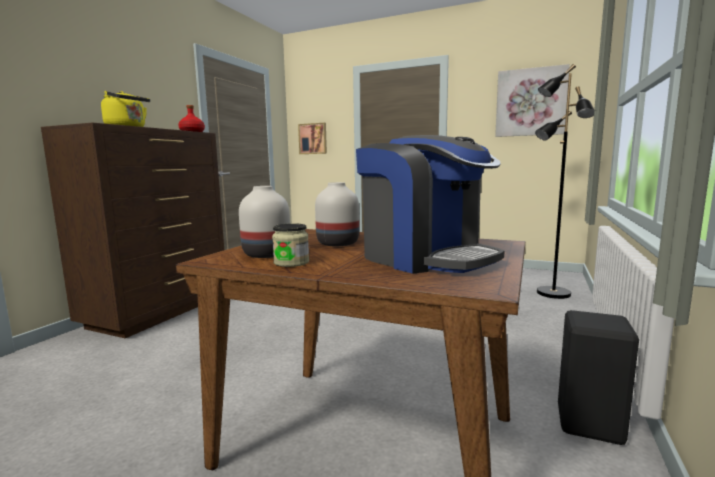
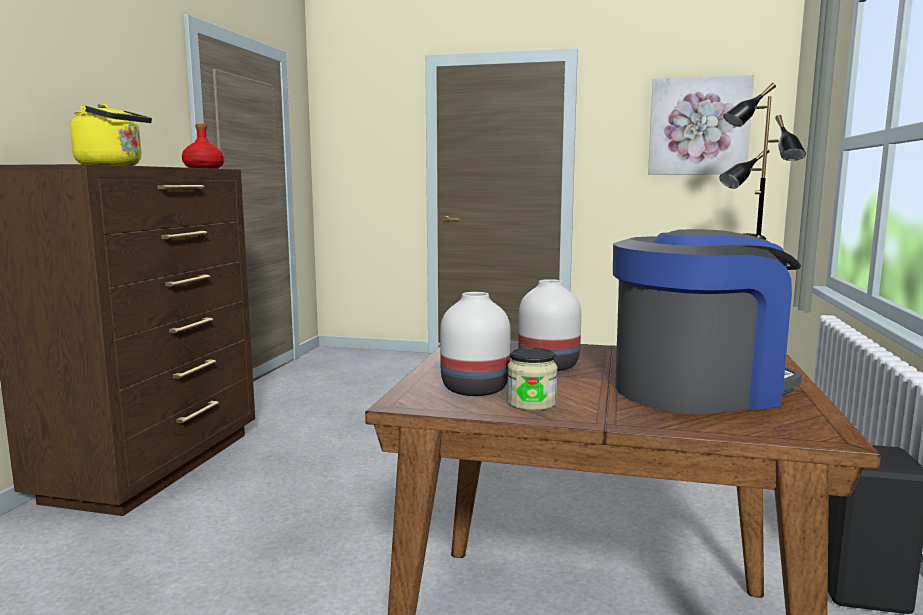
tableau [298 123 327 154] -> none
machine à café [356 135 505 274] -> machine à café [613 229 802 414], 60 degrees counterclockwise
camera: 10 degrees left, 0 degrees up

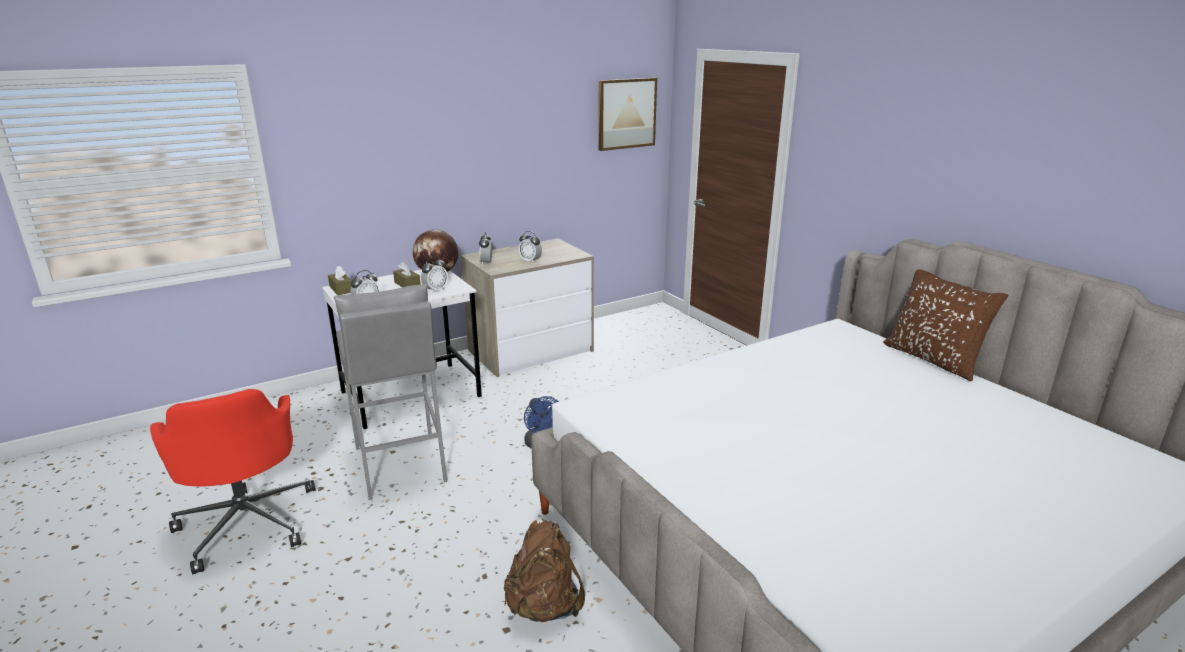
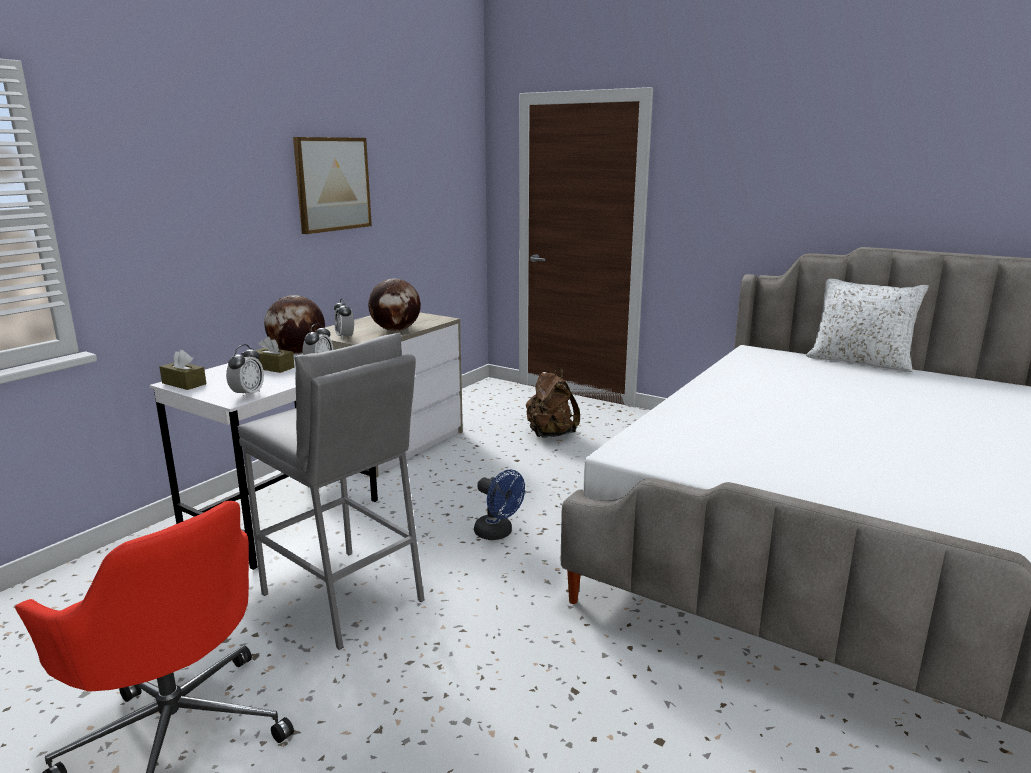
sac à dos [marron] [504 519 585 622] -> sac à dos [marron] [526 368 580 438], shifted
réveil [519 231 542 264] -> globe [368 279 421 331]
tableau [598 78 657 151] -> tableau [293 137 372 234], shifted
coussin [marron] [883 269 1008 381] -> coussin [blanc] [806 279 929 372]
camera: 25 degrees left, 5 degrees down

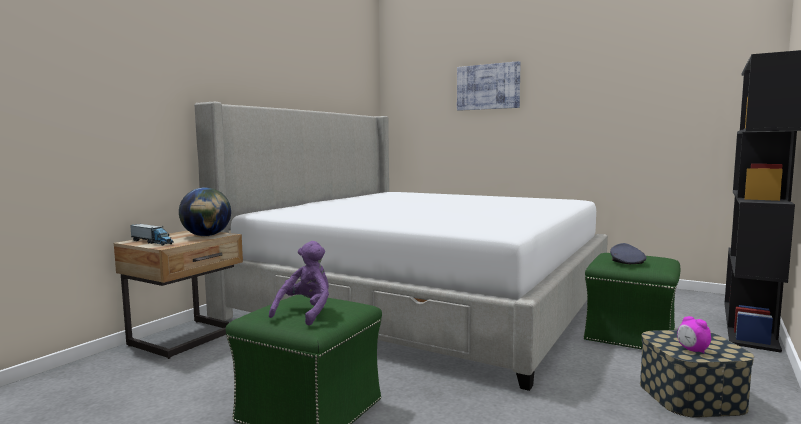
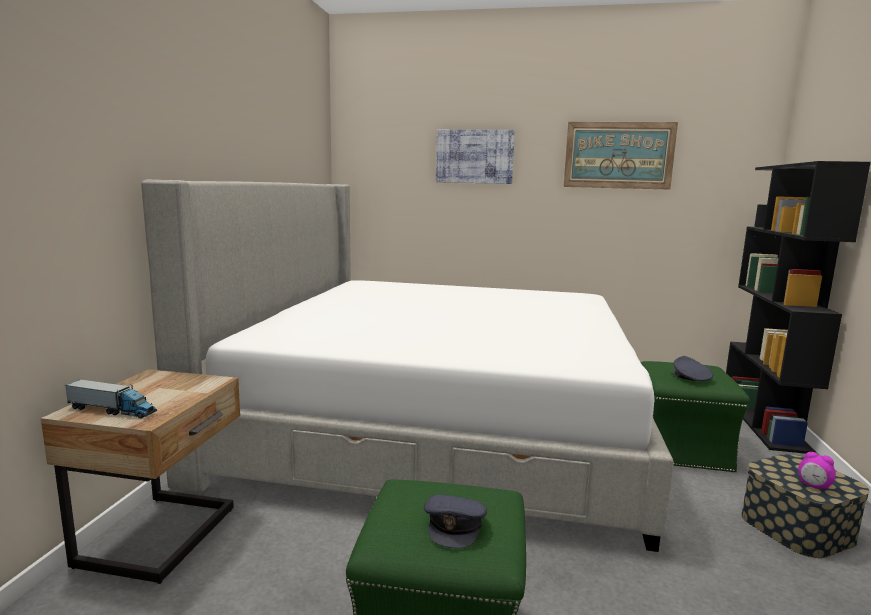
globe [179 187 231 236] -> none
peluche [violet] [269 241 329 325] -> casquette [gris] [424 494 487 549]
none -> tableau [563 122 678 190]
camera: 20 degrees left, 5 degrees up

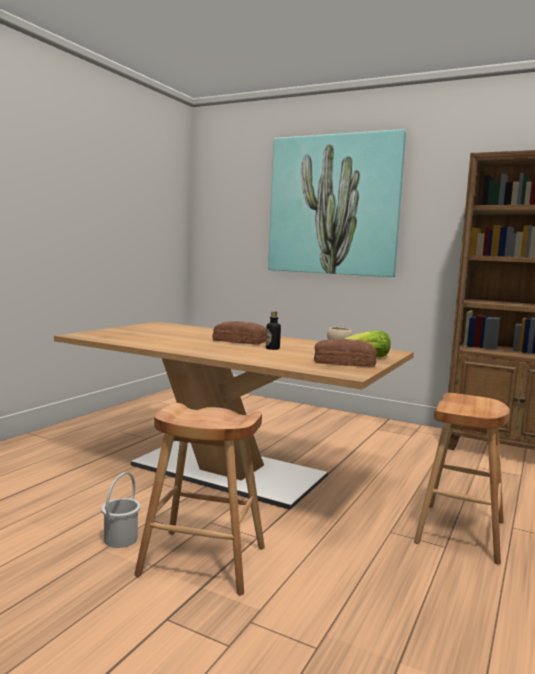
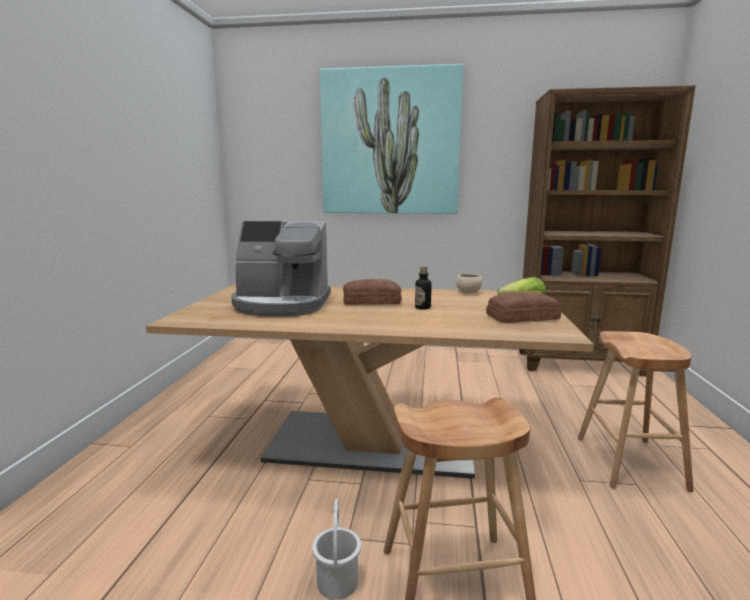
none -> machine à café [231 221 331 317]
camera: 20 degrees left, 5 degrees up

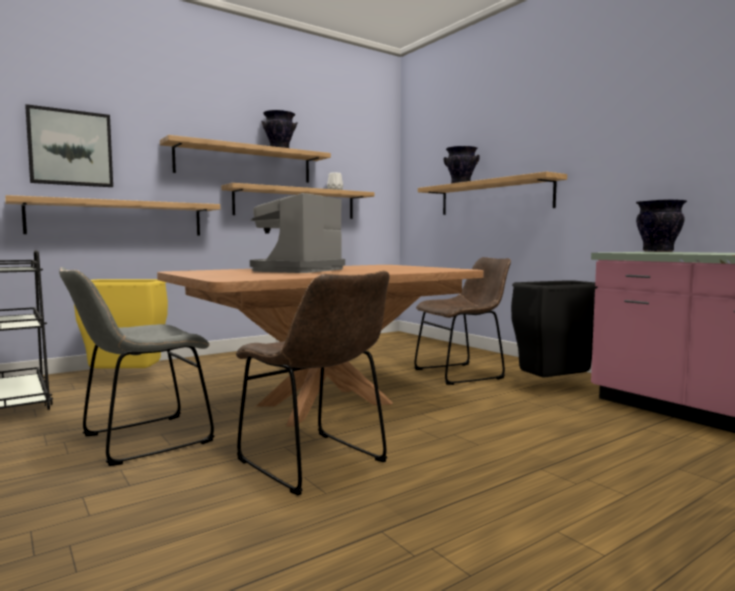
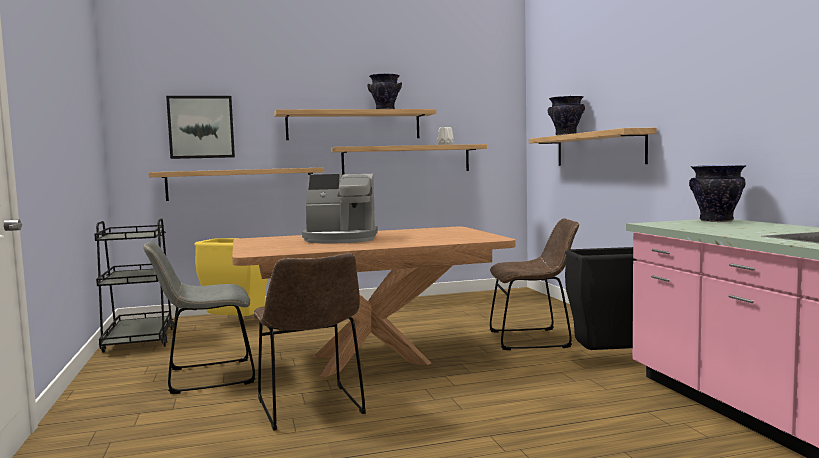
machine à café [250 193 345 273] -> machine à café [302 174 378 243], 135 degrees counterclockwise
camera: 20 degrees right, 0 degrees up

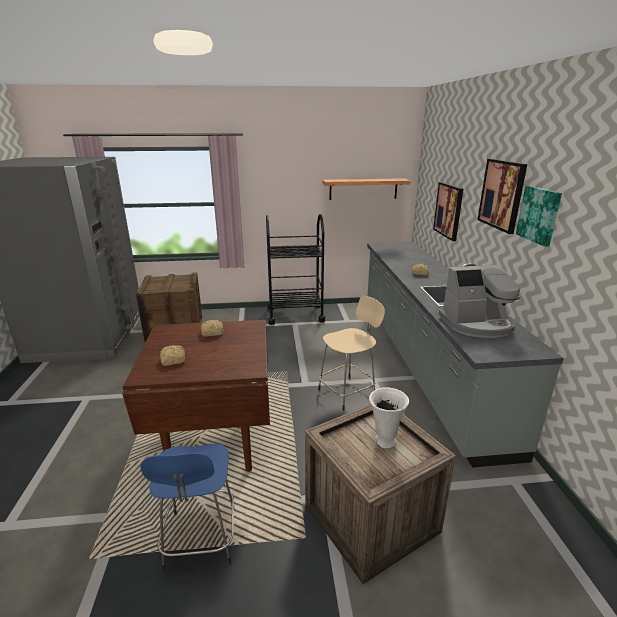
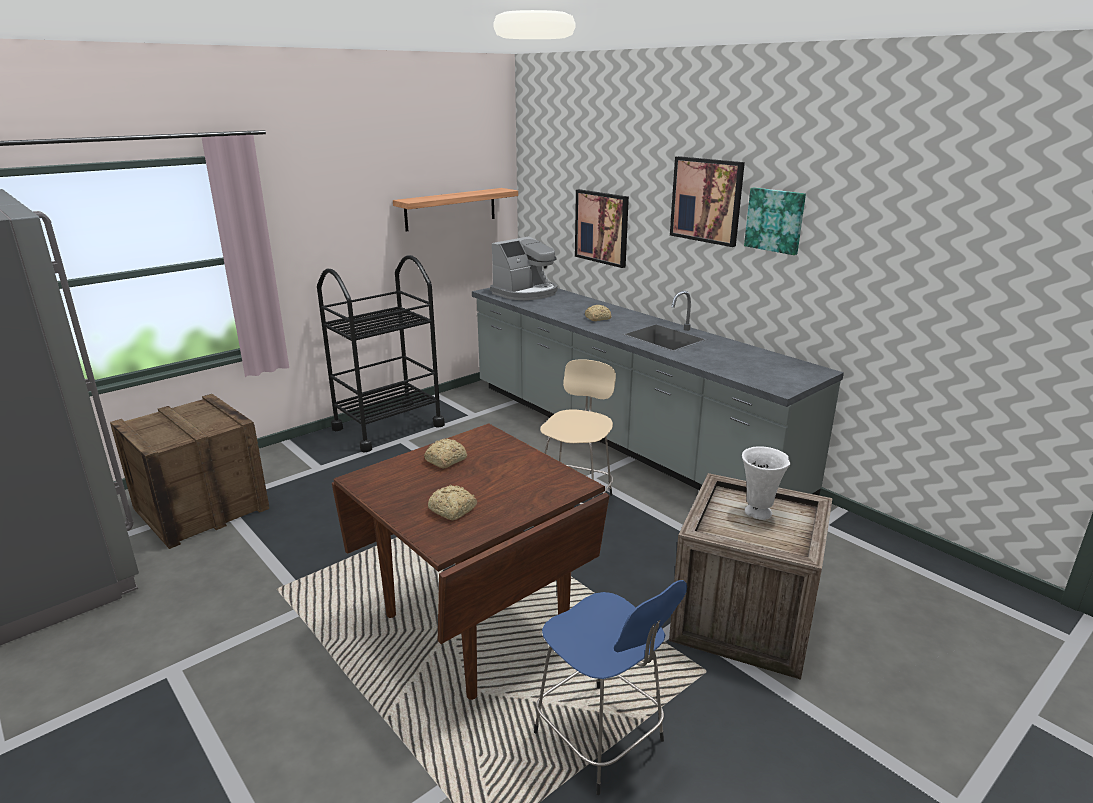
machine à café [439 265 520 338] -> machine à café [490 236 558 300], shifted
camera: 35 degrees left, 0 degrees up

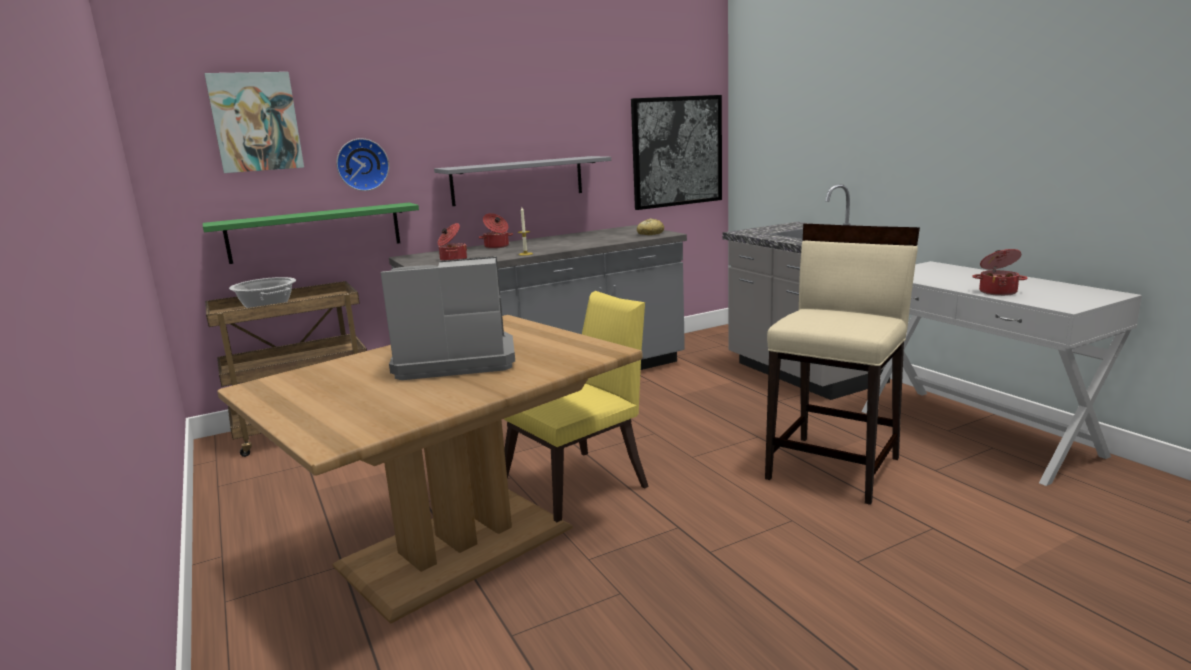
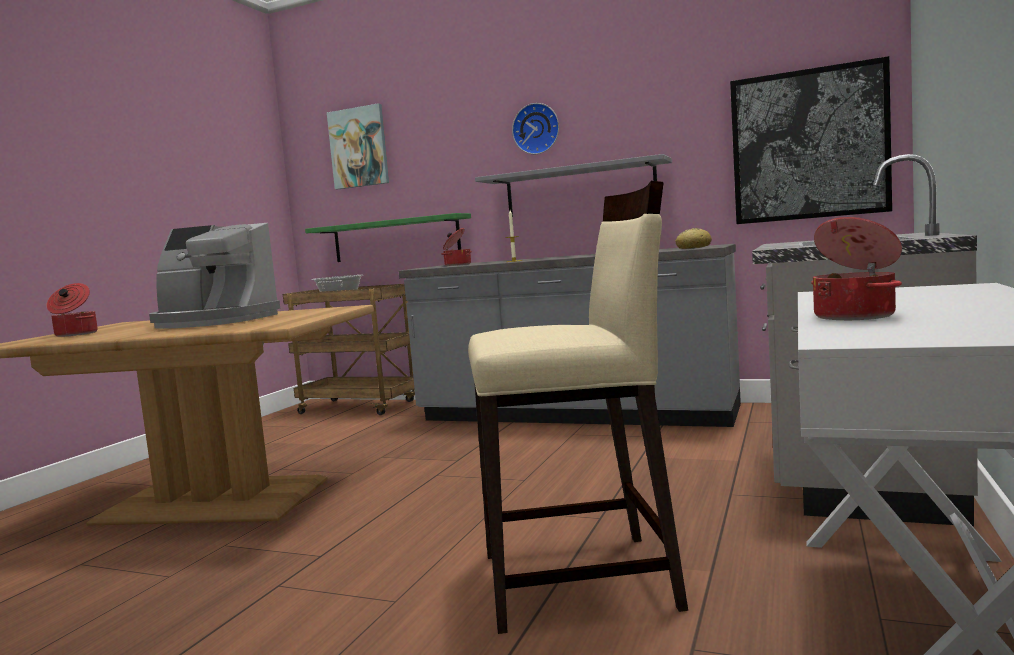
horloge murale [336 138 389 191] -> horloge murale [512 103 559 154], shifted
machine à café [381 256 515 380] -> machine à café [149 223 280 329], 150 degrees clockwise
marmite [479 213 513 249] -> marmite [46 283 98 337], shifted
chaise [jaune] [504 291 649 522] -> none
camera: 50 degrees right, 10 degrees down

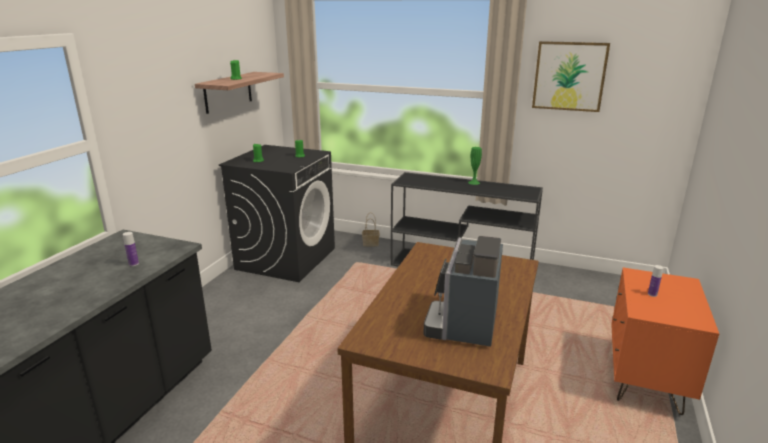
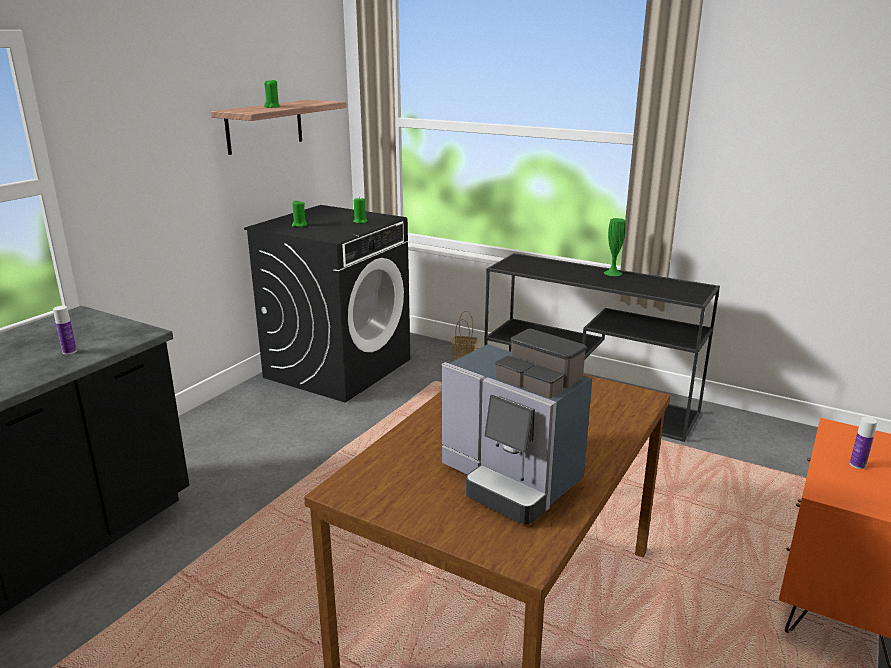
machine à café [424 236 503 347] -> machine à café [442 329 592 524], 75 degrees counterclockwise
tableau [532 41 610 112] -> none
camera: 10 degrees right, 0 degrees up

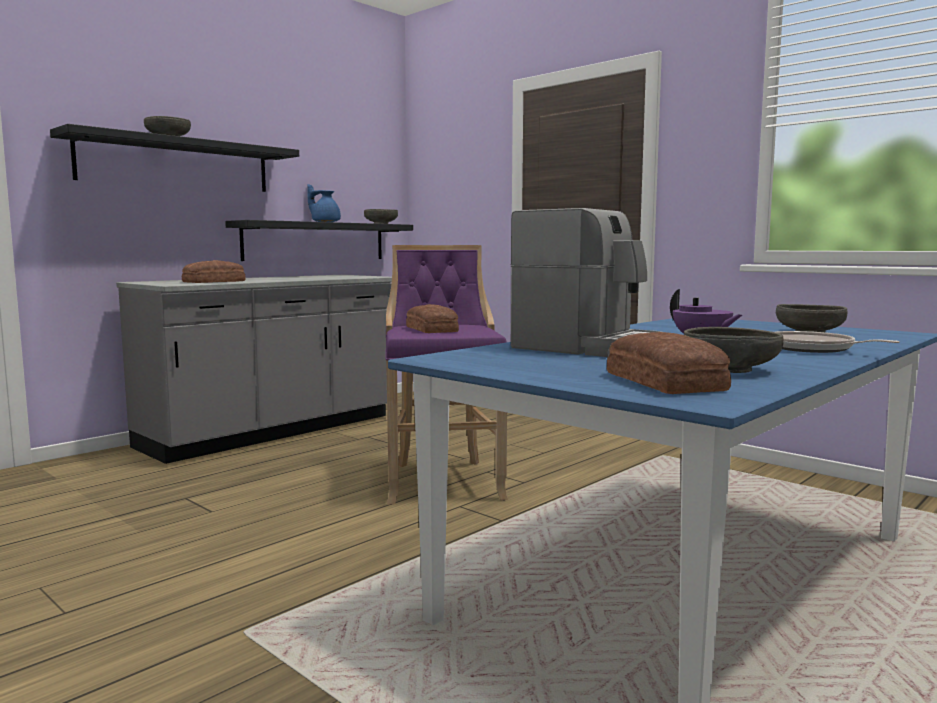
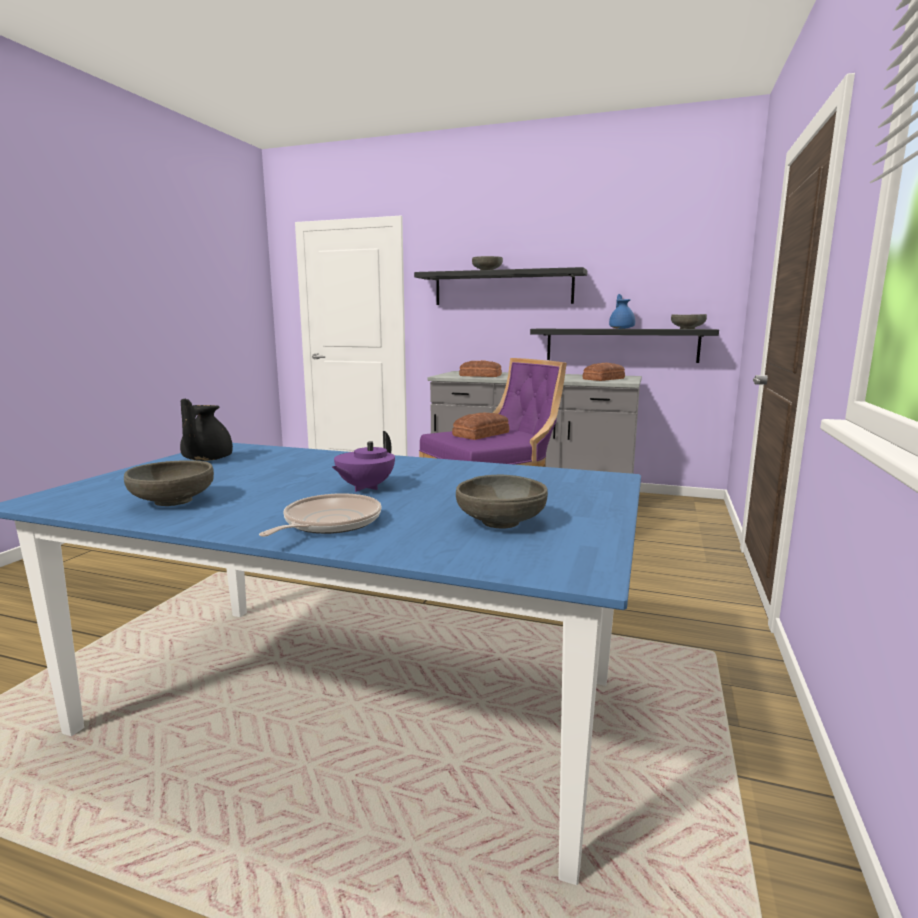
machine à café [510 208 661 357] -> none
pain [607 332 731 394] -> pain [583 363 625 381], shifted
none -> théière [noir] [180 399 233 461]
camera: 65 degrees right, 5 degrees up

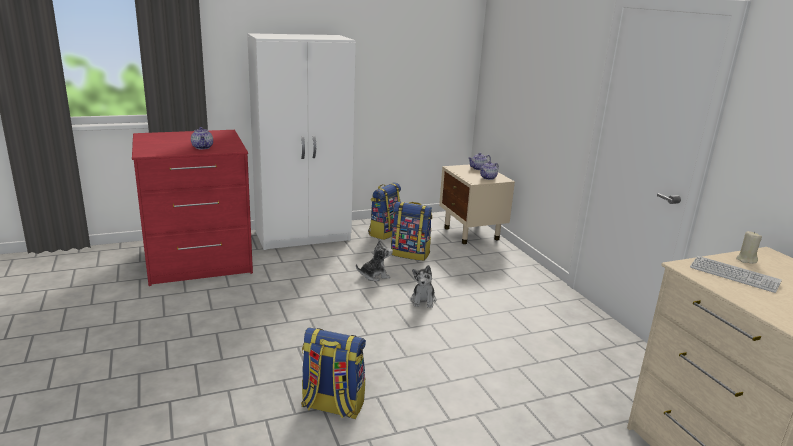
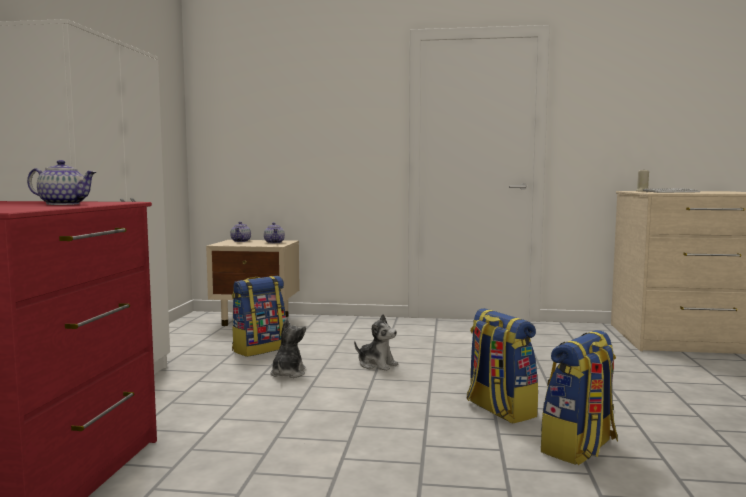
sac à dos [368 182 401 240] -> sac à dos [467 308 538 423], shifted
camera: 60 degrees left, 15 degrees down

